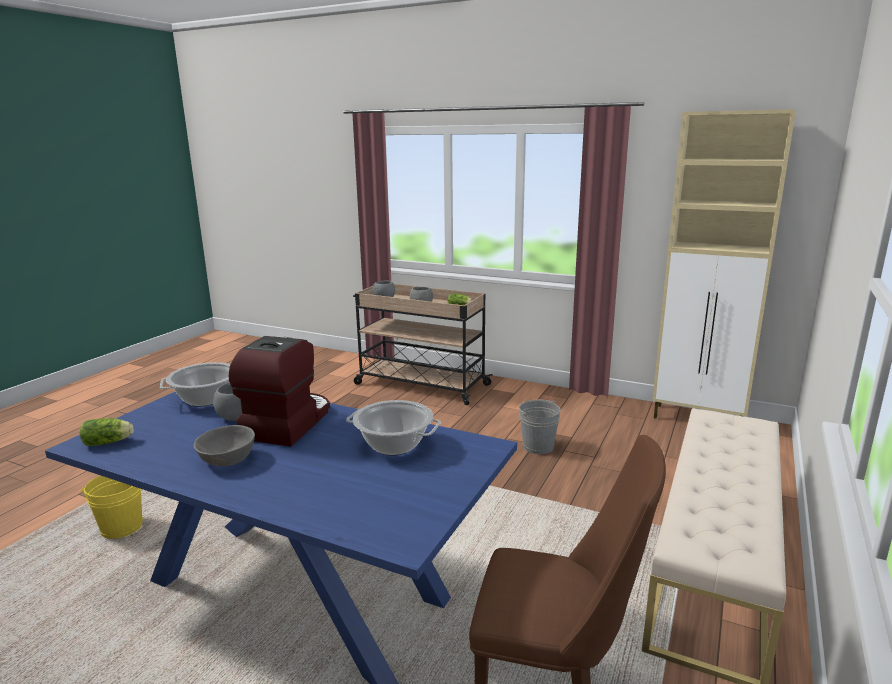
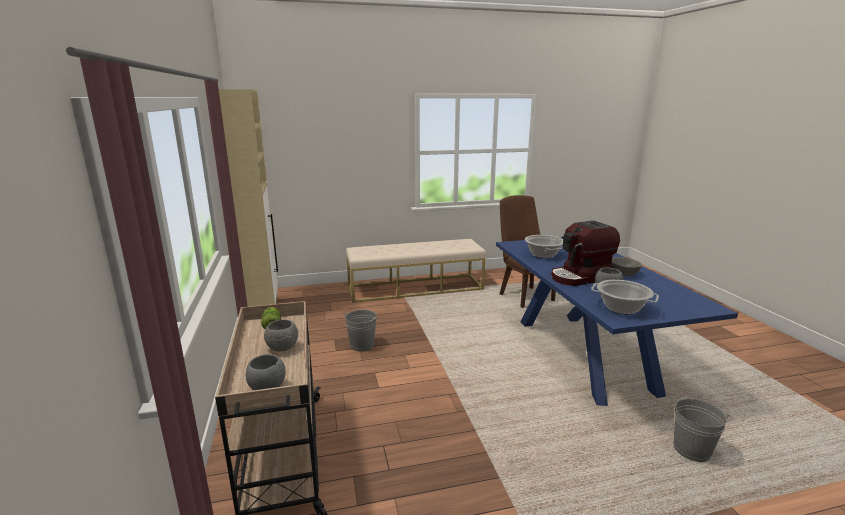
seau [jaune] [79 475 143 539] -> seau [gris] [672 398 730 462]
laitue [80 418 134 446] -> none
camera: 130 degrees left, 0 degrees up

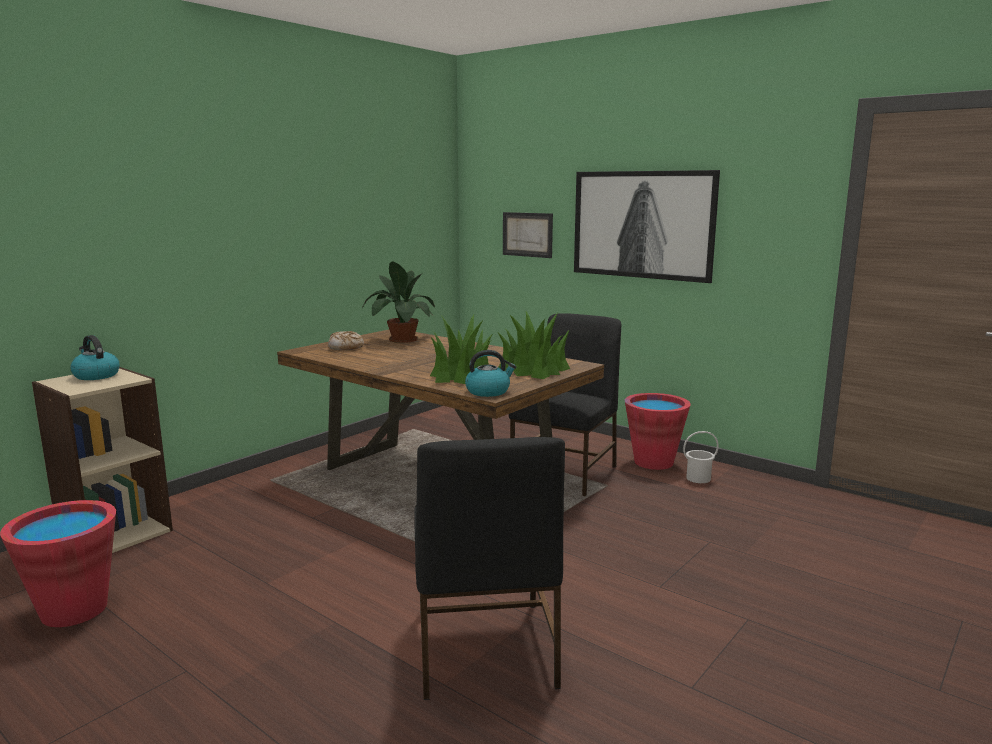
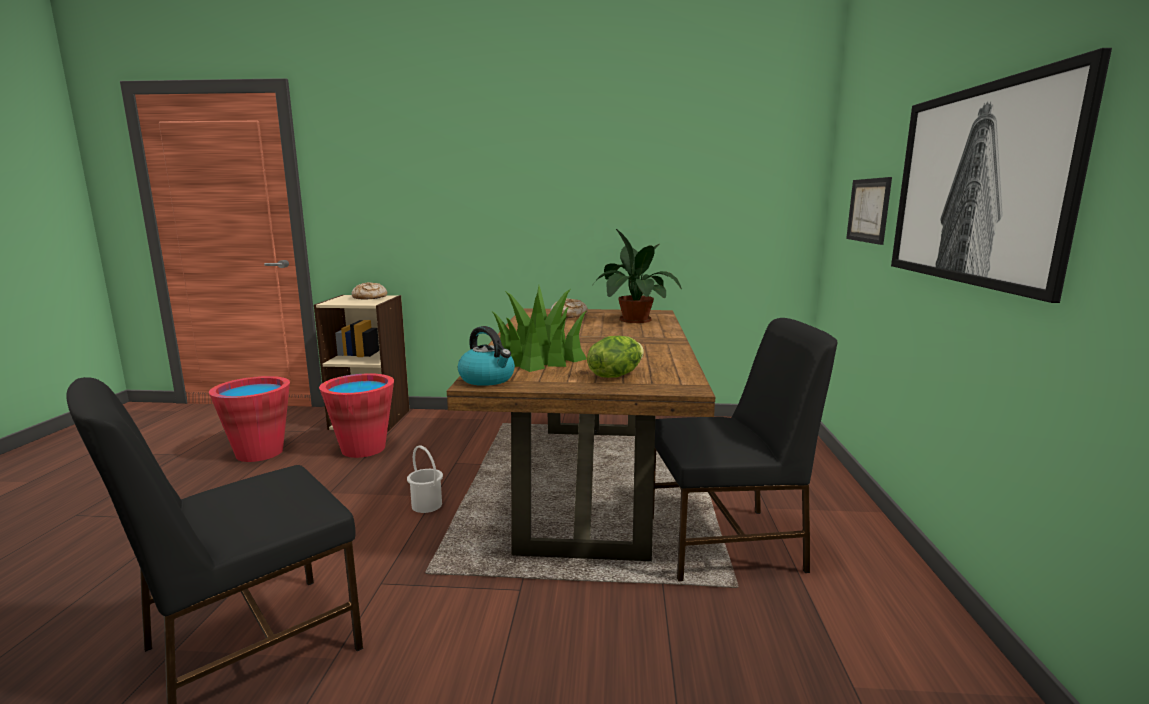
bouilloire [70 335 120 380] -> pain [352 282 387 299]
plante en pot [498 312 570 379] -> laitue [587 336 644 378]
seau [rouge] [625 393 691 470] -> seau [rouge] [319 373 394 458], shifted
seau [blanc] [683 431 719 483] -> seau [blanc] [407 446 443 513], shifted
camera: 55 degrees right, 0 degrees up

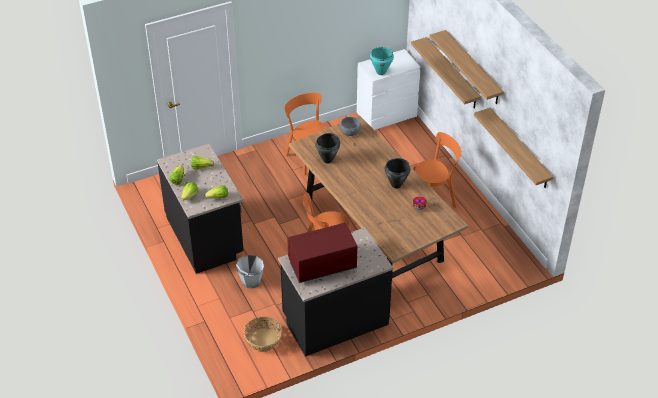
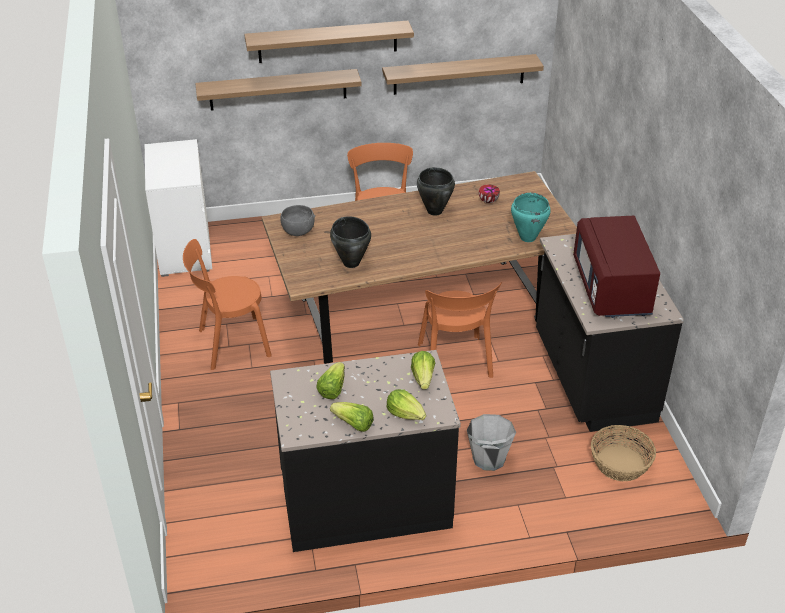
marmite [turquoise] [370 47 394 75] -> marmite [turquoise] [511 193 551 242], shifted
camera: 75 degrees left, 5 degrees down

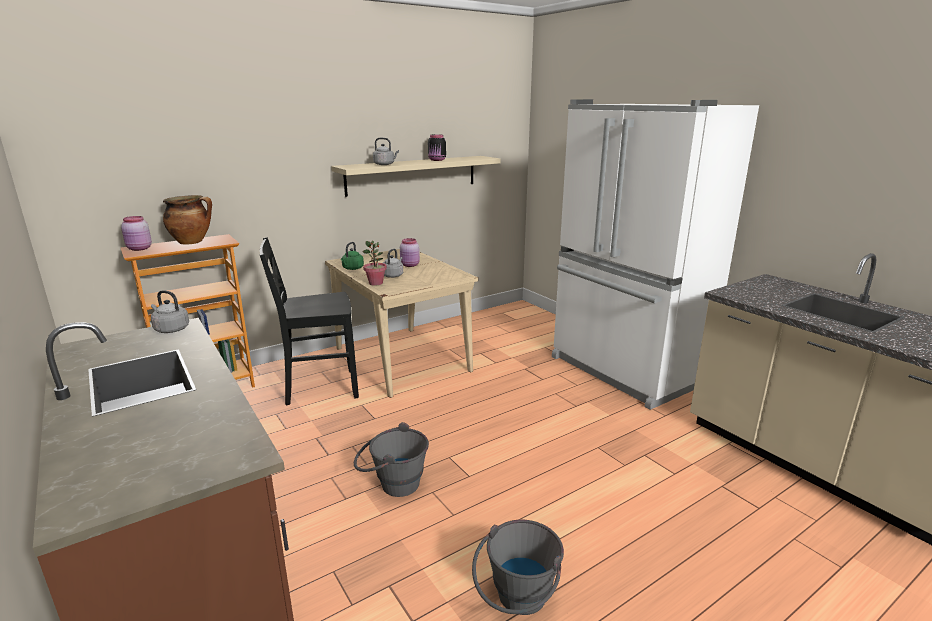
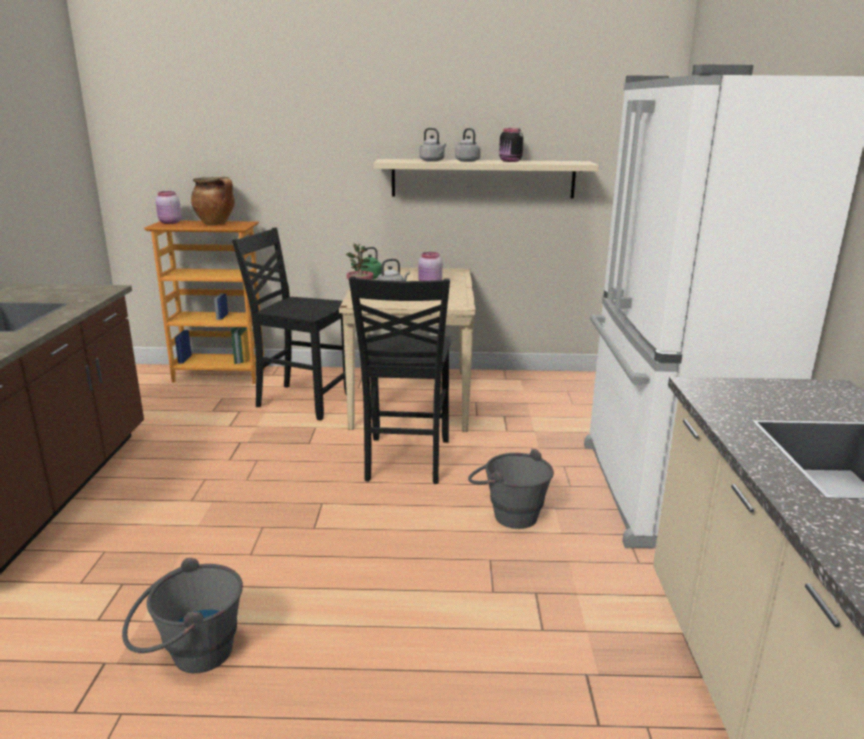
bouilloire [gris] [151 290 189 333] -> bouilloire [gris] [455 128 481 162], shifted
seau [gris] [354 422 429 497] -> seau [gris] [468 449 554 529], shifted
none -> chaise [noir] [349 276 451 484]
camera: 35 degrees right, 0 degrees up

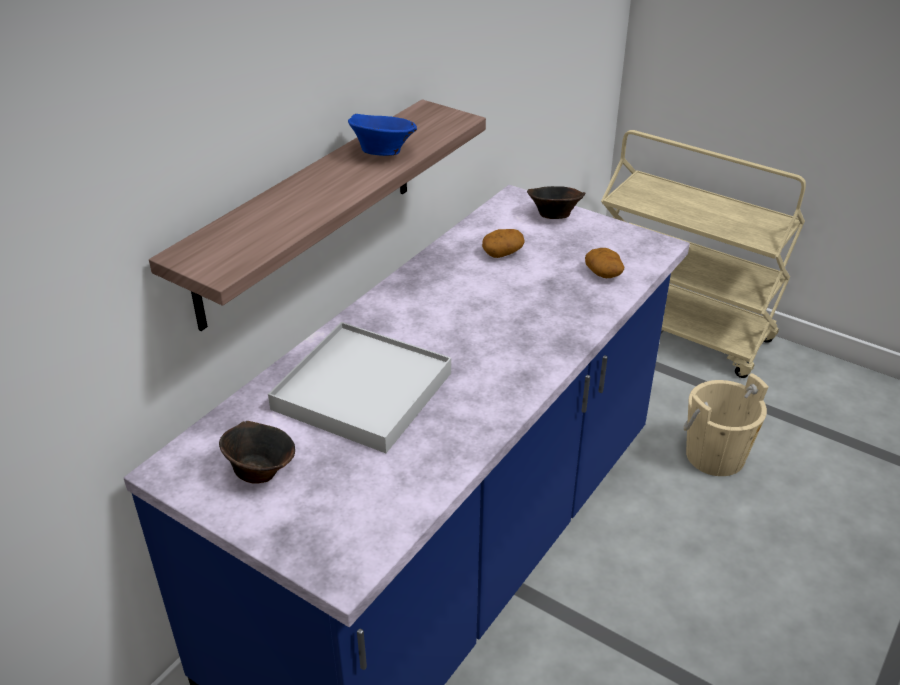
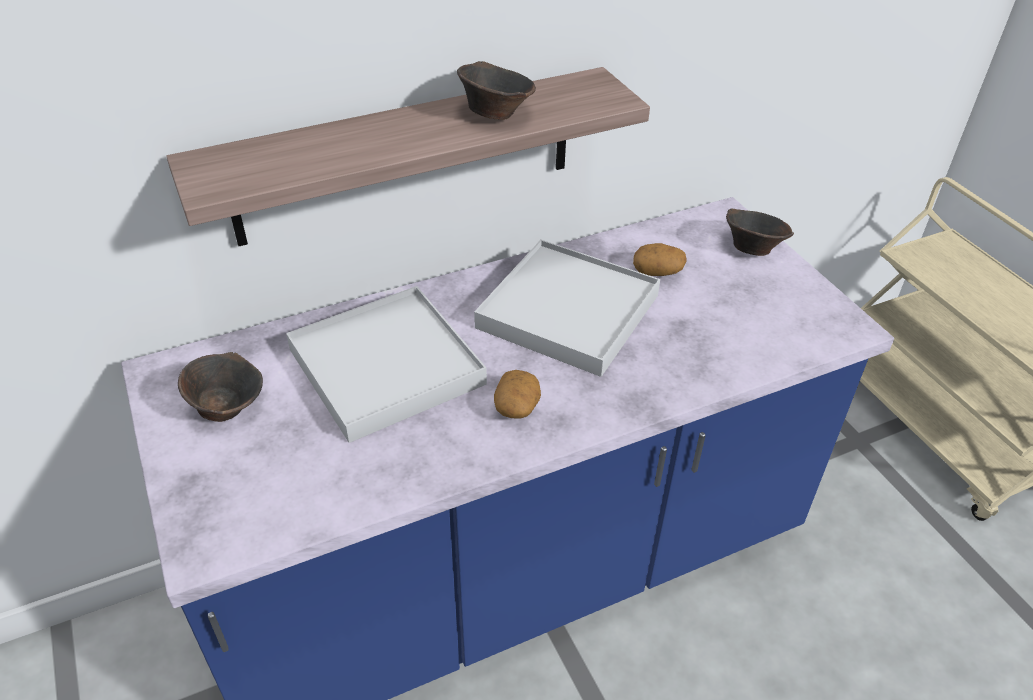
bol [bleu] [348 114 417 156] -> bol [marron] [457 61 536 120]
pomme de terre [585 248 624 278] -> pomme de terre [494 370 541 419], shifted
seau [beige] [683 373 768 476] -> none
none -> plateau [blanc] [474 240 660 377]
camera: 30 degrees right, 5 degrees up

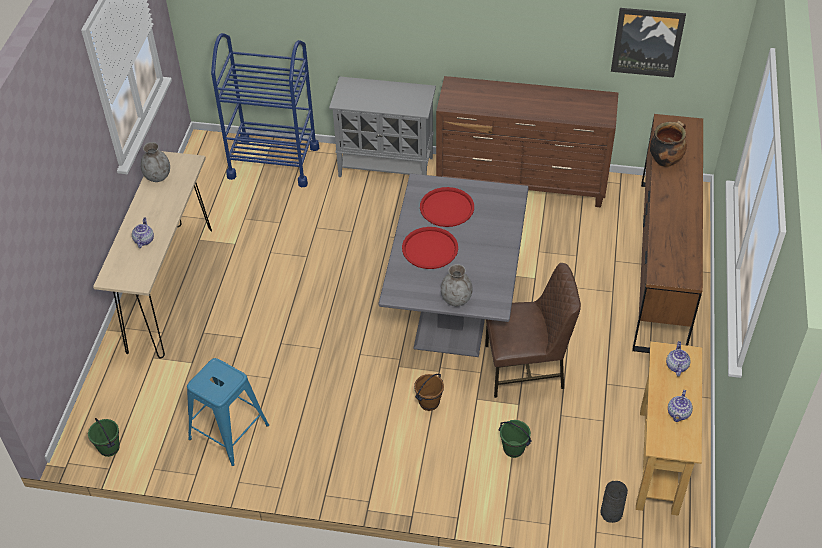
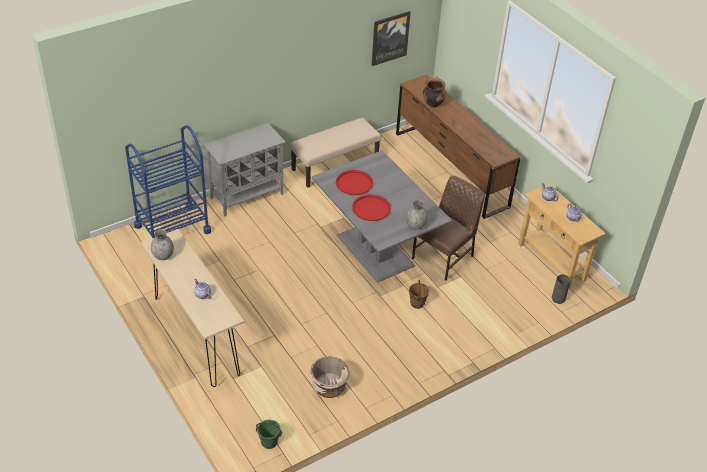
tabouret [bleu] [187 358 269 466] -> cache-pot [beige] [310 356 350 398]
commode [marron] [436 76 618 208] -> banc [beige] [290 118 381 188]
seau [vert] [499 420 532 458] -> none
camera: 45 degrees left, 5 degrees down

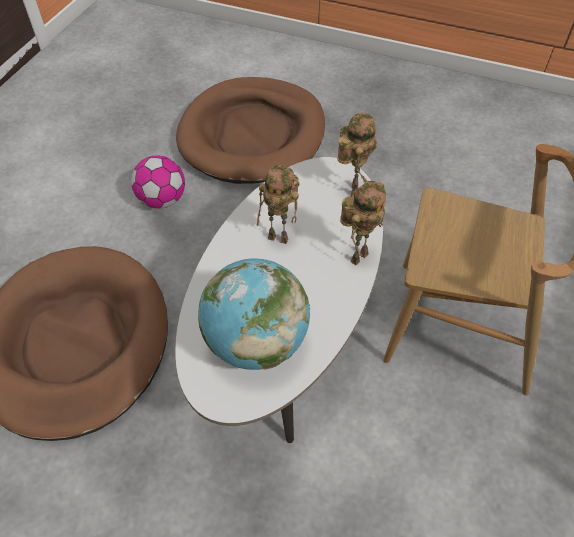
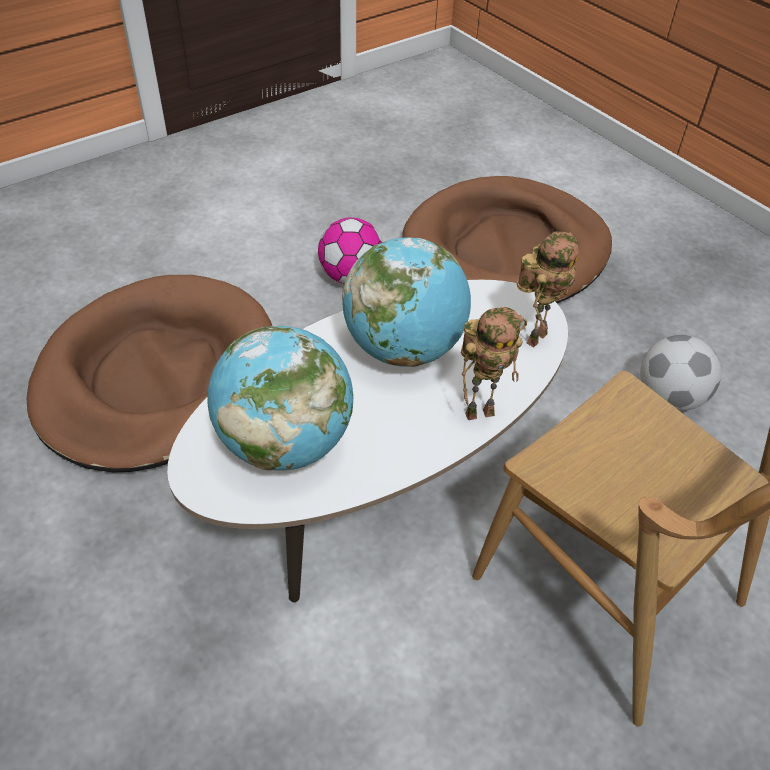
robot jouet [257 165 300 244] -> globe [342 237 471 367]
none -> ballon de foot [640 335 721 411]
camera: 30 degrees right, 5 degrees down

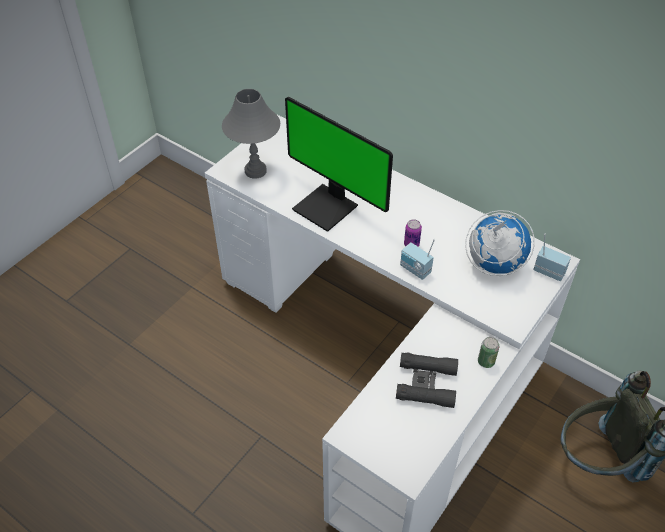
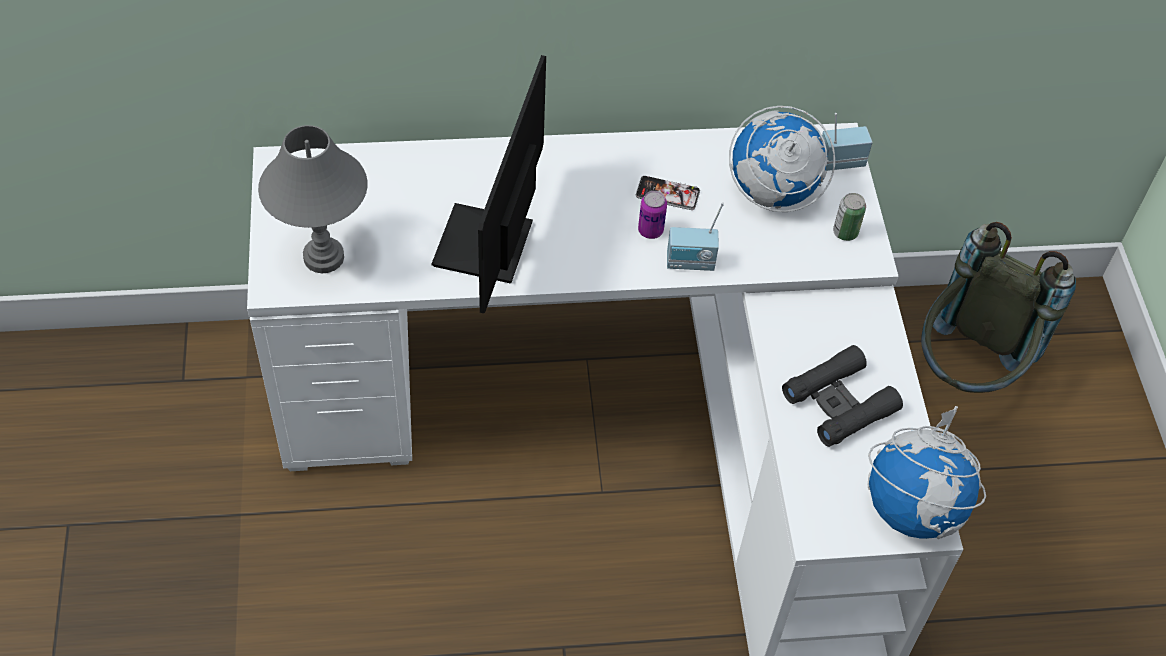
écran d'ordinateur [285 96 393 232] -> écran d'ordinateur [431 55 546 313], 105 degrees clockwise
boîte métallique [478 337 499 368] -> boîte métallique [833 193 866 241], shifted
none -> téléphone [636 176 700 210]
none -> globe [868 406 986 539]
camera: 45 degrees left, 5 degrees up

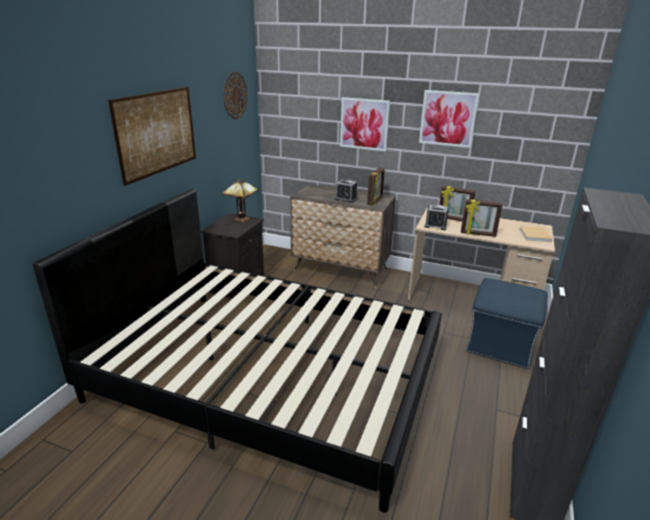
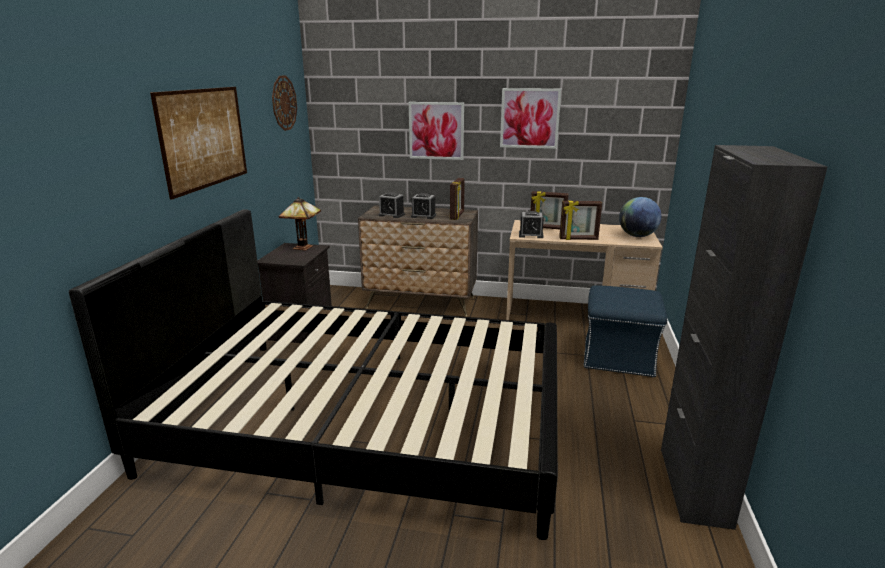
livre [beige] [519 226 552 242] -> globe [619 197 661 237]
none -> réveil [379 192 405 218]
camera: 10 degrees left, 5 degrees down

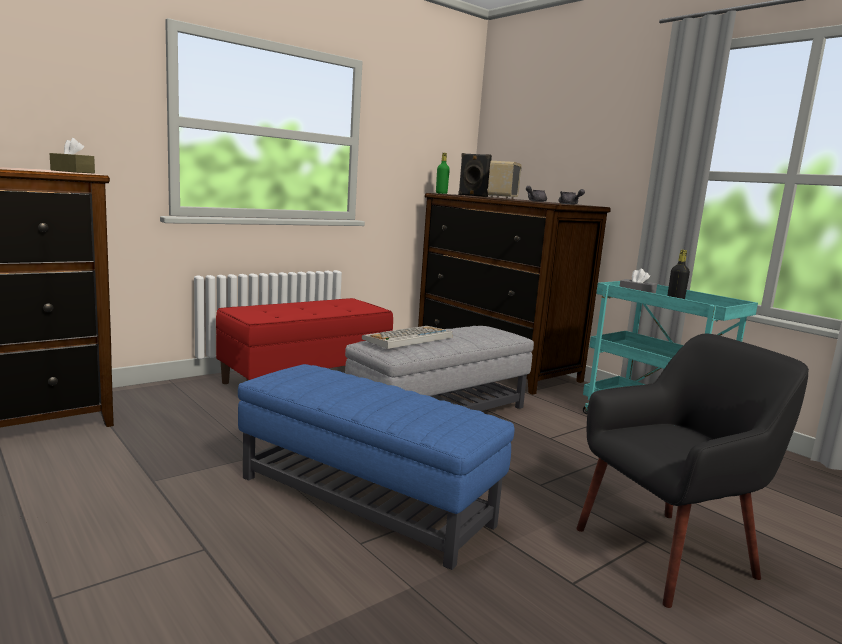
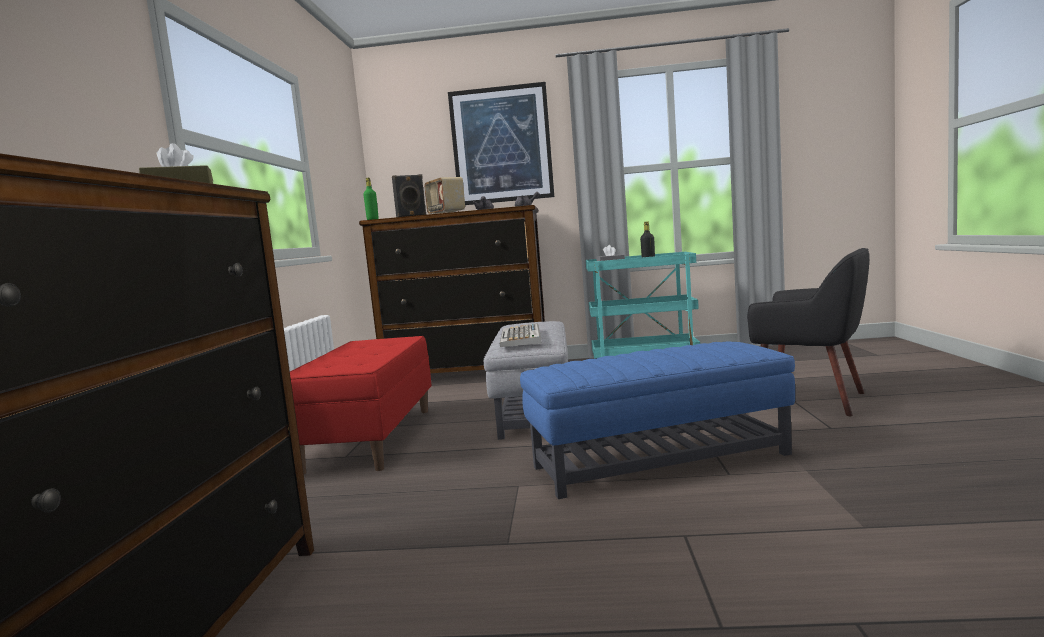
fauteuil [noir] [576 334 809 608] -> fauteuil [noir] [748 248 869 416], 105 degrees clockwise
none -> tableau [448 82 554 205]
camera: 45 degrees left, 5 degrees down

